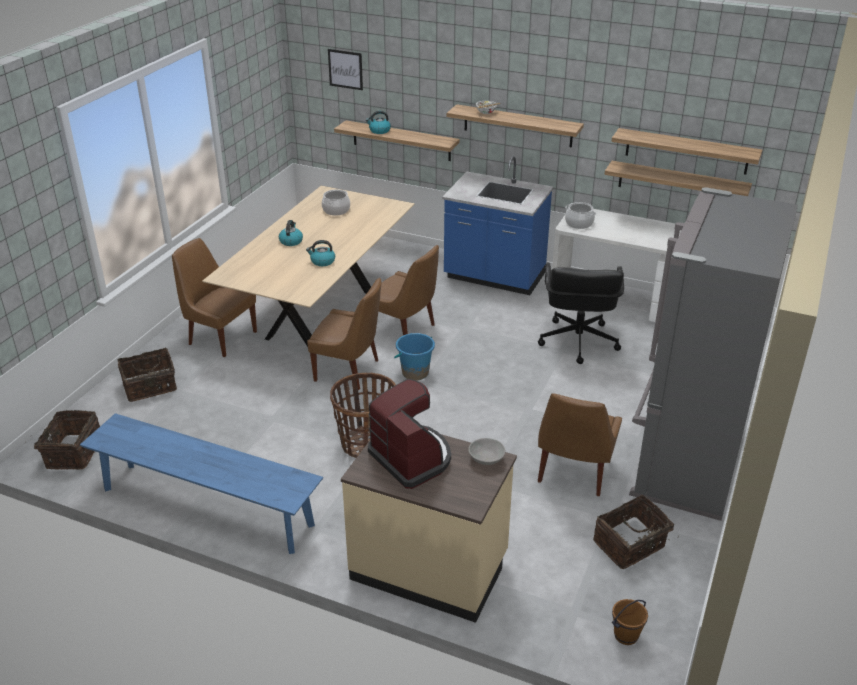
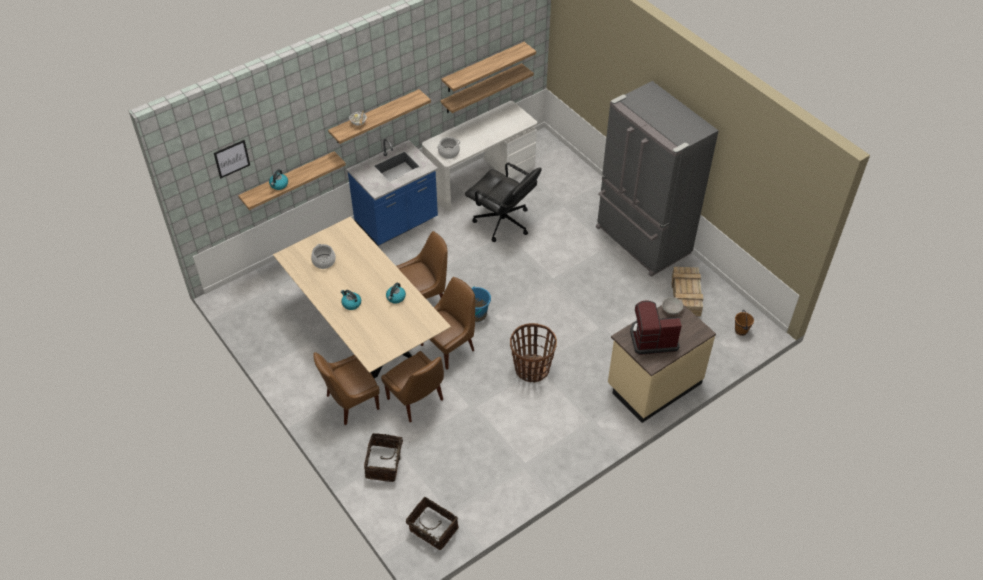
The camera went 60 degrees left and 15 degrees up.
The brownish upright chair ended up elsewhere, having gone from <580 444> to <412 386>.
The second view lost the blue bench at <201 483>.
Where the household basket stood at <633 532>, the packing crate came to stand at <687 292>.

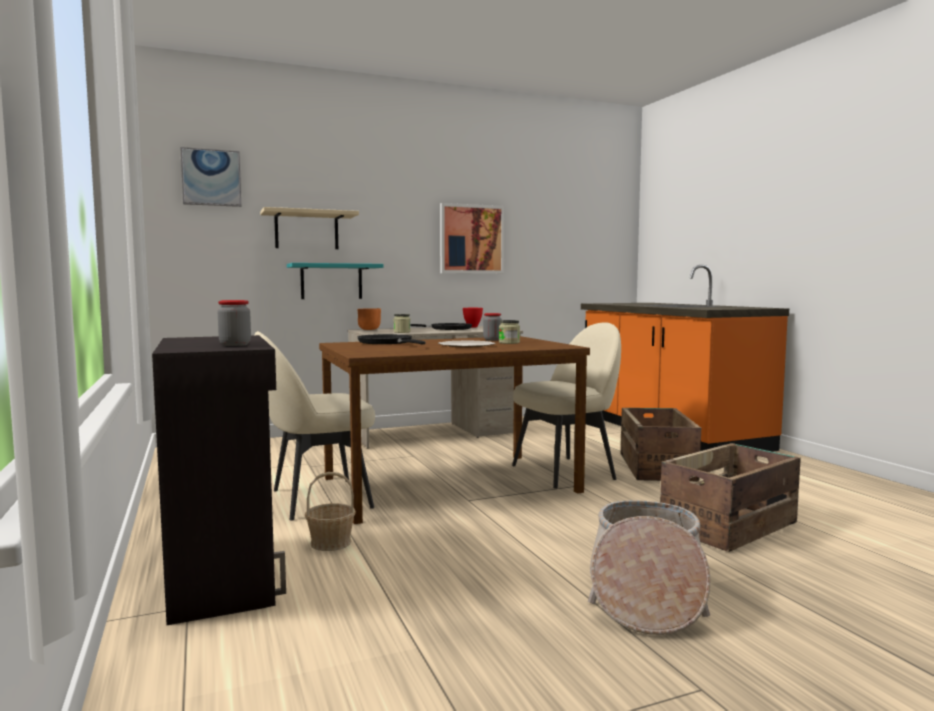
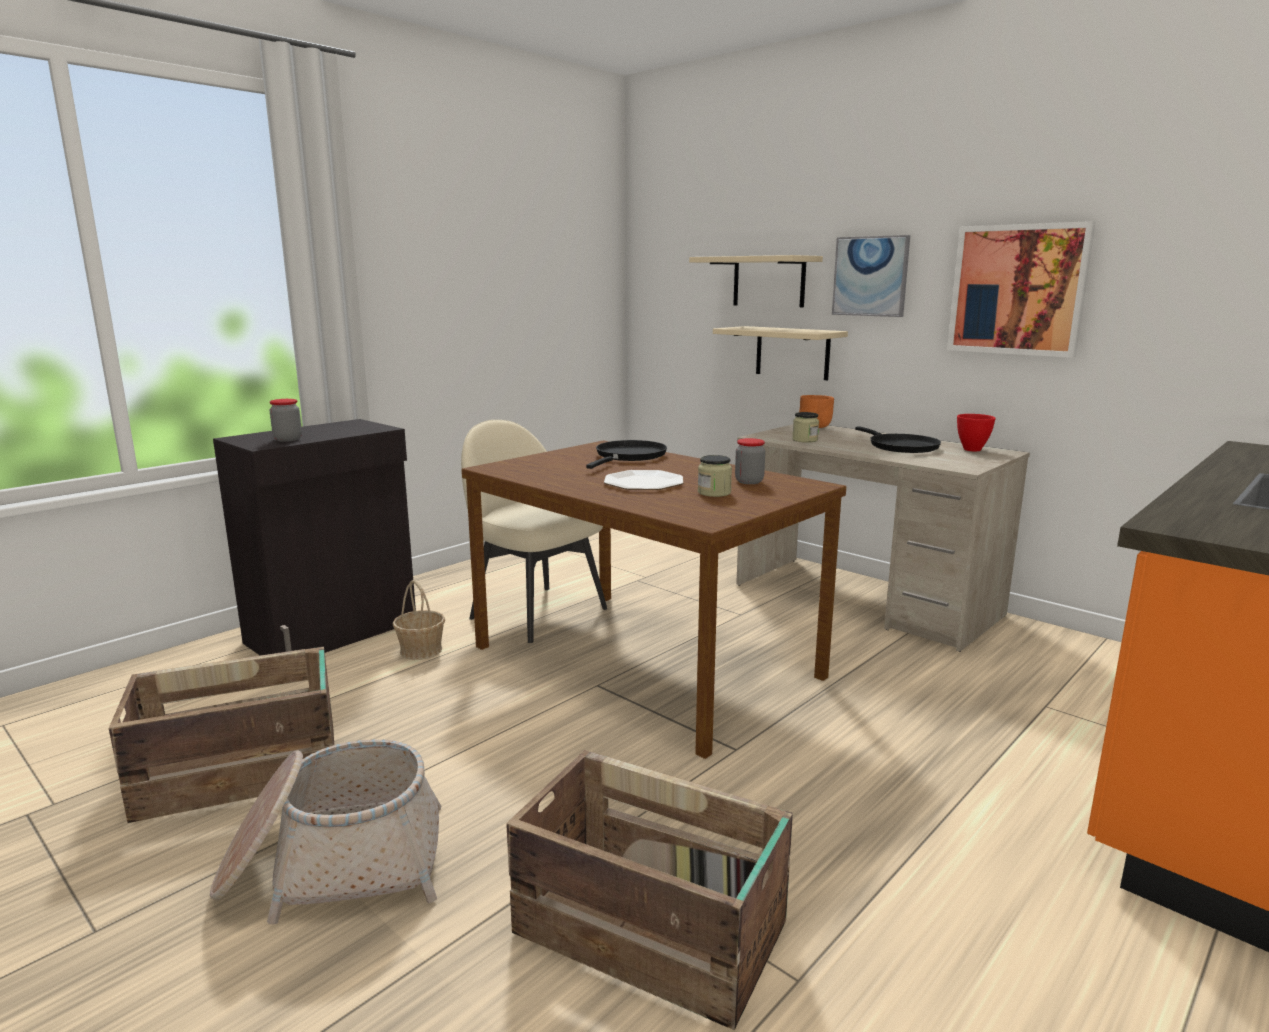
The camera went 65 degrees right and 10 degrees up.
The wall picture ended up elsewhere, having gone from <210 177> to <871 276>.
What was the turquoise-coloured bracket shelf at <335 281> turned into the sand-coloured bracket shelf at <780 353>.
The second view lost the sand-coloured upright chair at <566 405>.
The packing crate ended up elsewhere, having gone from <661 444> to <221 735>.

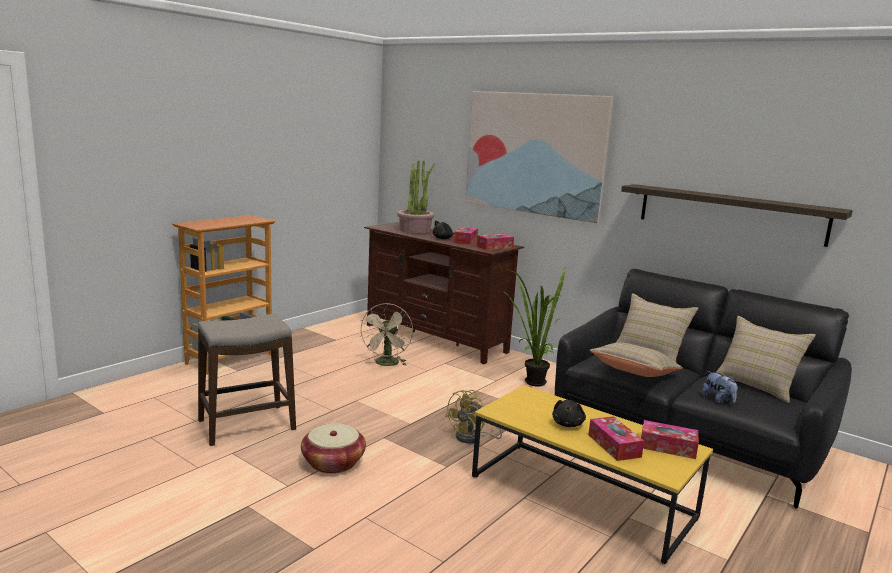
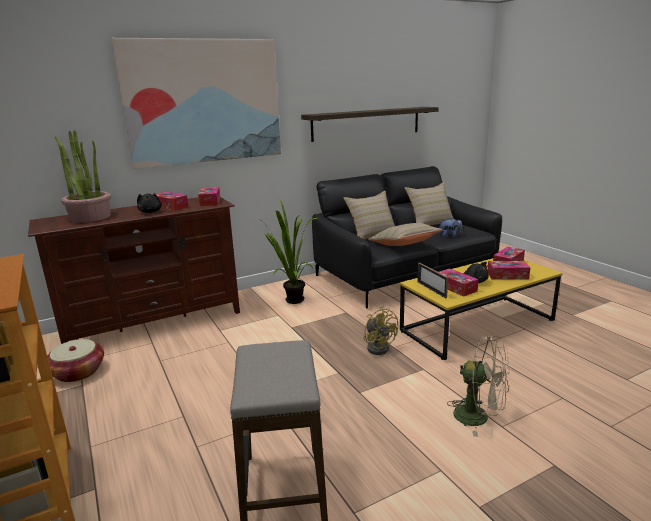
The camera went 65 degrees left and 5 degrees up.
The sand-coloured cooling fan ended up elsewhere, having gone from <386 334> to <478 386>.
The household basket ended up elsewhere, having gone from <333 448> to <75 360>.
The second view gained the picture frame at <432 280>.
The second view gained the box of tissues at <459 282>.

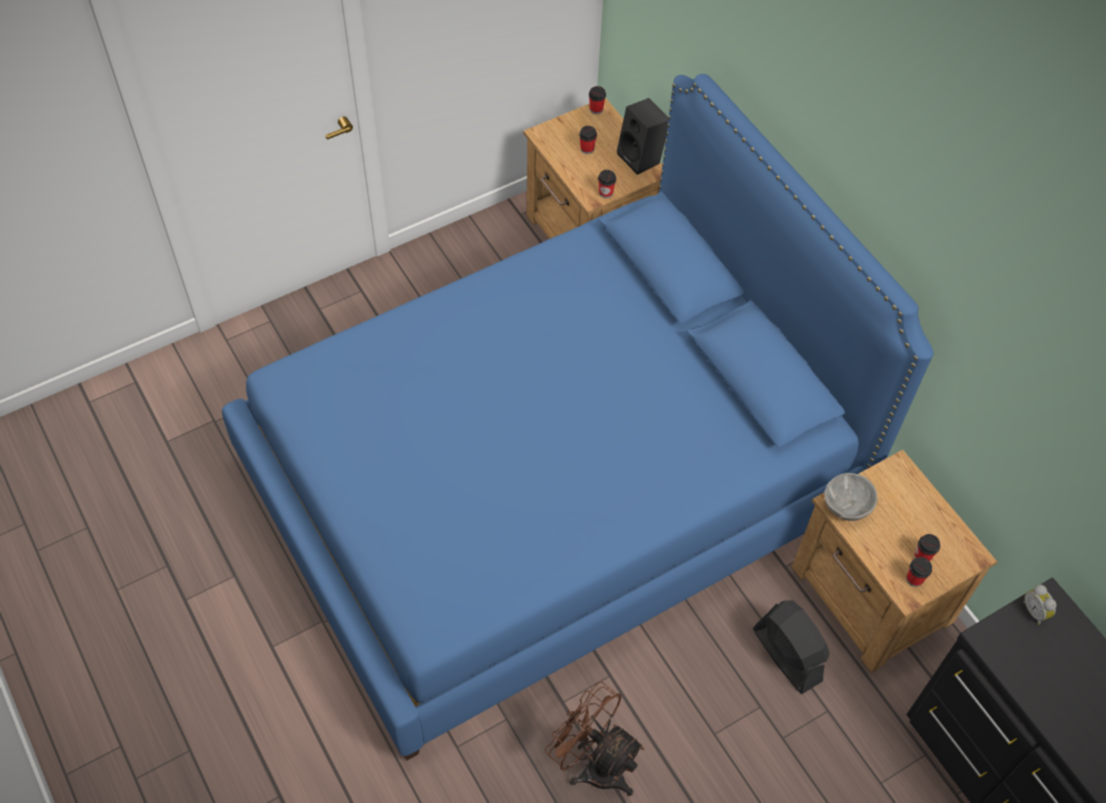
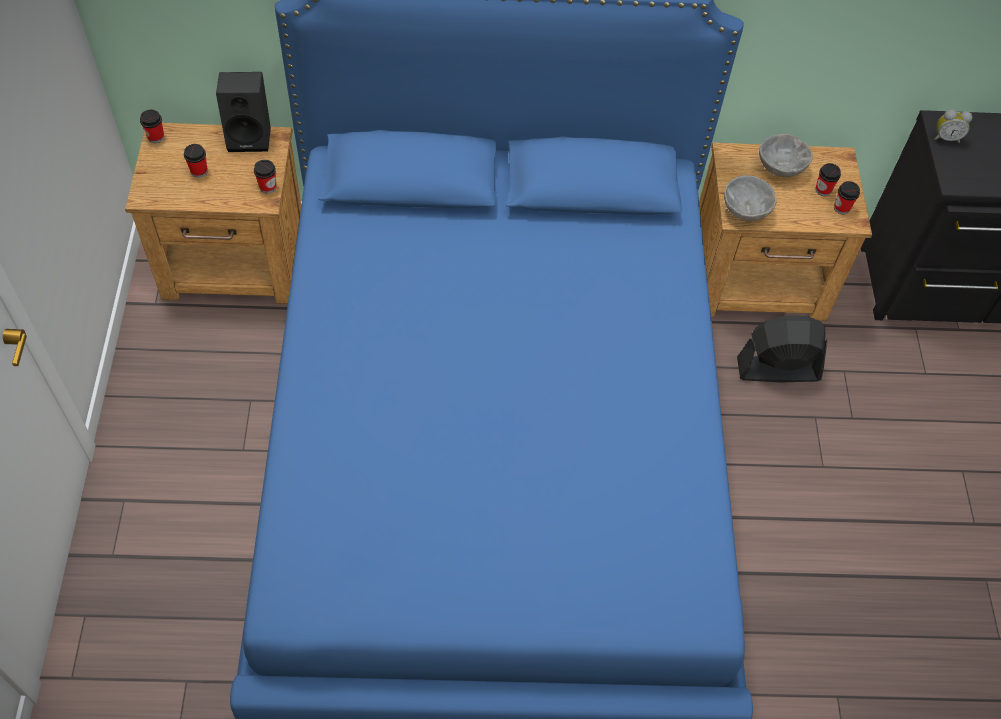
The camera went 60 degrees left and 0 degrees up.
The second view lost the brownish cooling fan at <594 738>.
The second view gained the gray bowl at <786 155>.

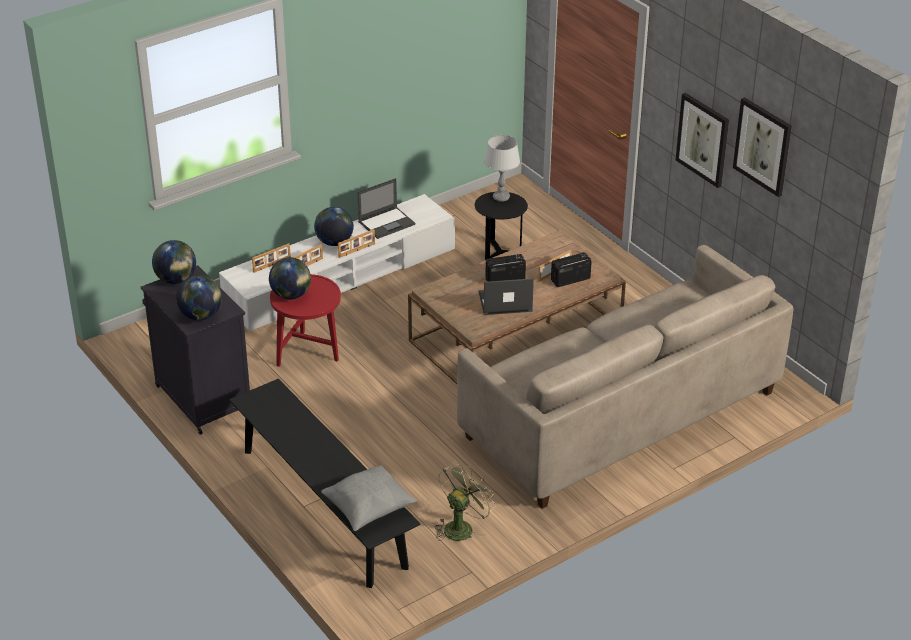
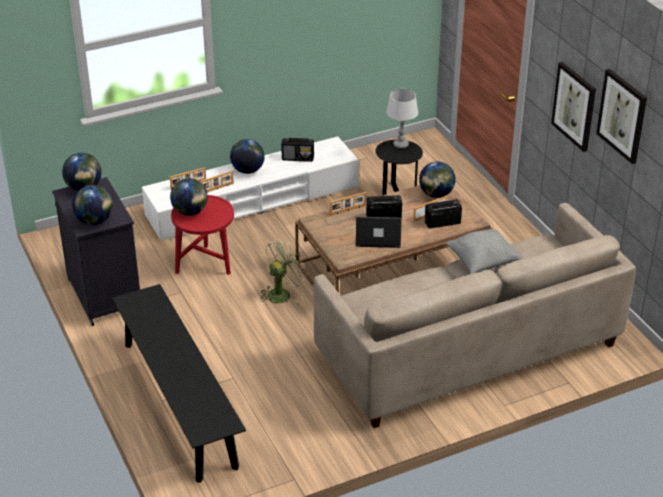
The camera went 10 degrees right and 0 degrees up.
Where the notebook computer stood at <386 208>, the radio came to stand at <297 150>.
The picture frame ended up elsewhere, having gone from <356 243> to <348 204>.
The green-coloured cooling fan ended up elsewhere, having gone from <465 501> to <283 271>.
The gray cushion ended up elsewhere, having gone from <369 498> to <484 251>.
The second view gained the desk globe at <437 179>.

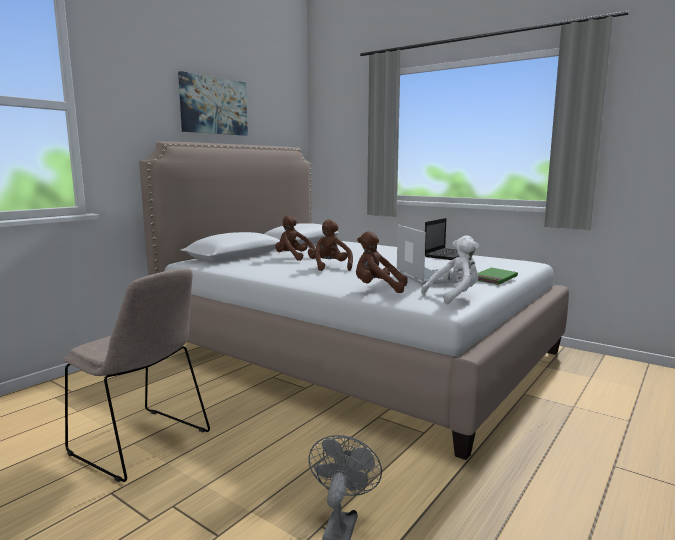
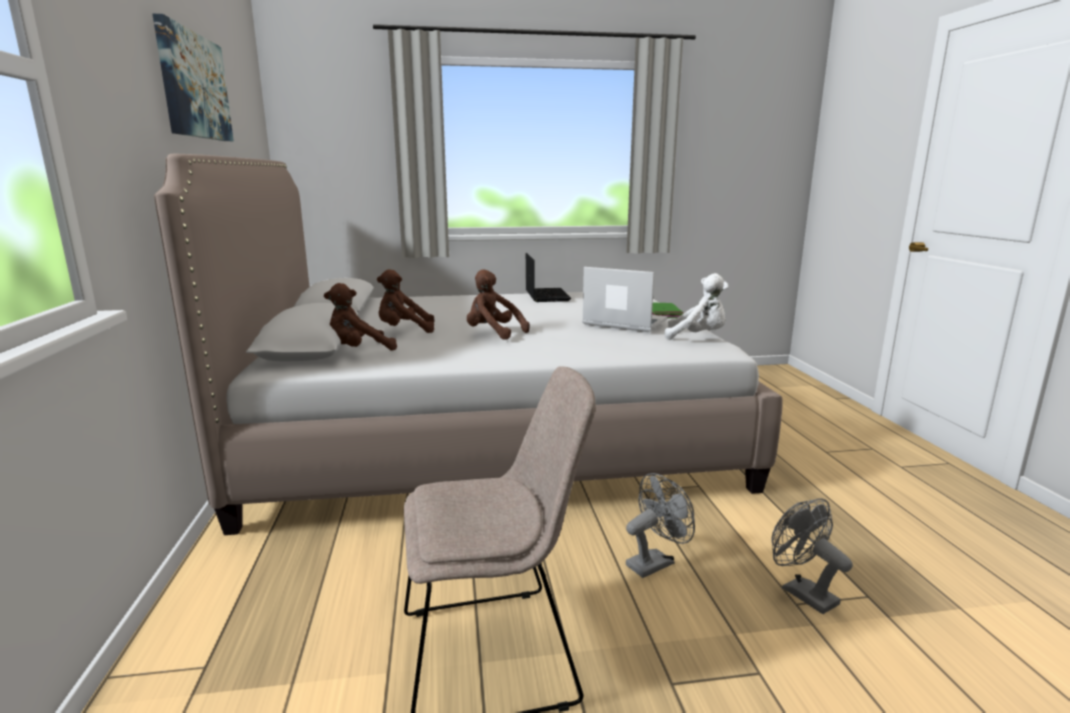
The camera went 45 degrees left and 5 degrees up.
The brownish cuddly toy ended up elsewhere, having gone from <382 262> to <360 317>.
The white cuddly toy at <450 270> ended up facing another way, 90 degrees clockwise from before.
The second view gained the gray cooling fan at <660 525>.

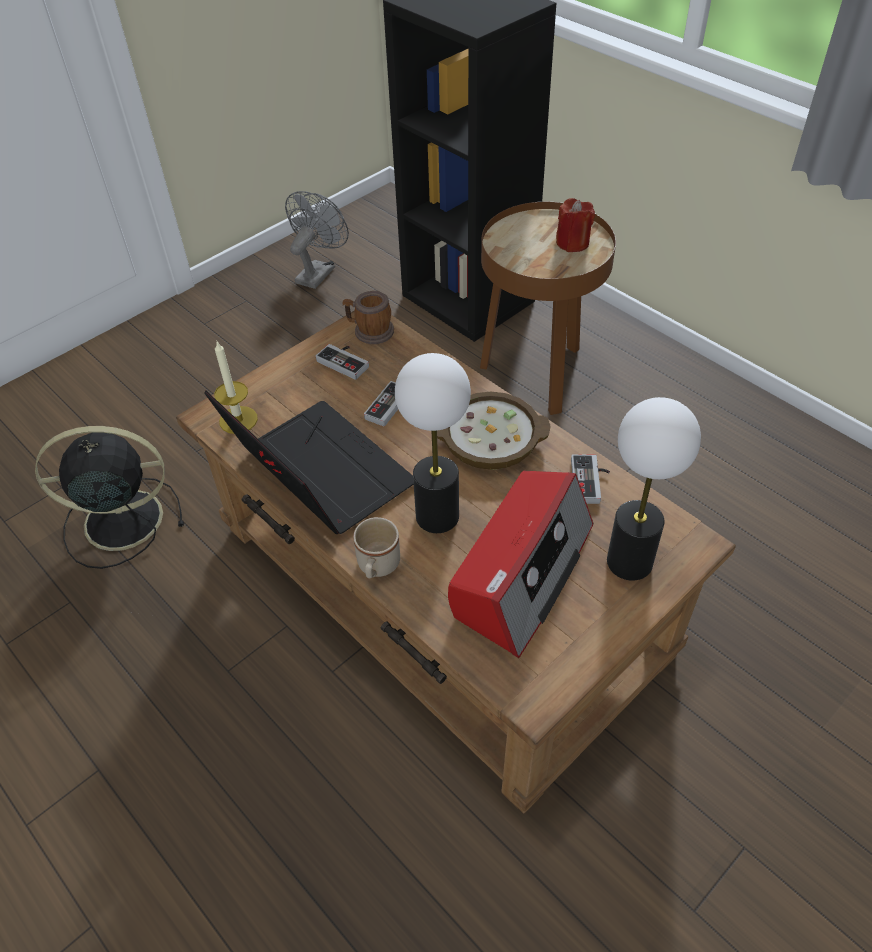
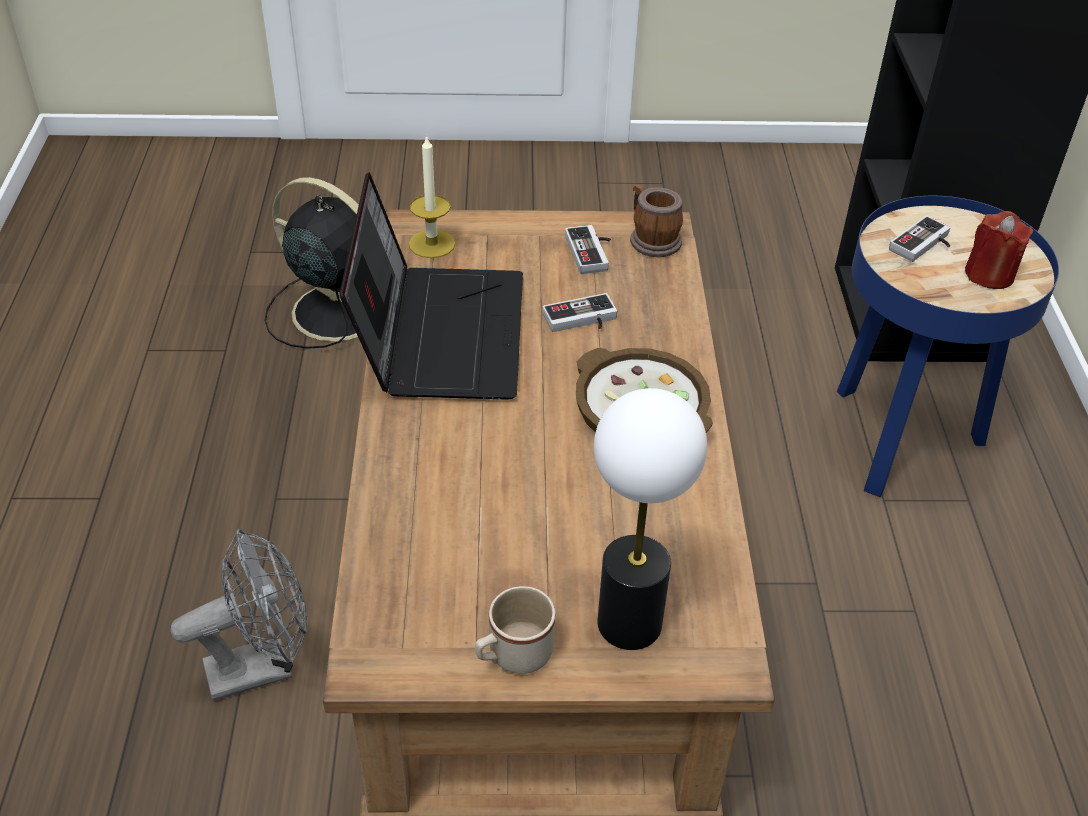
The camera went 40 degrees right and 5 degrees down.
The gray cooling fan ended up elsewhere, having gone from <317 240> to <239 615>.
What was the brownish side table at <548 308> turned into the blue side table at <948 346>.
The second view lost the table lamp at <433 443>.
The gamepad ended up elsewhere, having gone from <590 479> to <919 239>.
The second view lost the radio at <520 564>.
The sand-coloured coffee mug ended up elsewhere, having gone from <376 547> to <515 630>.

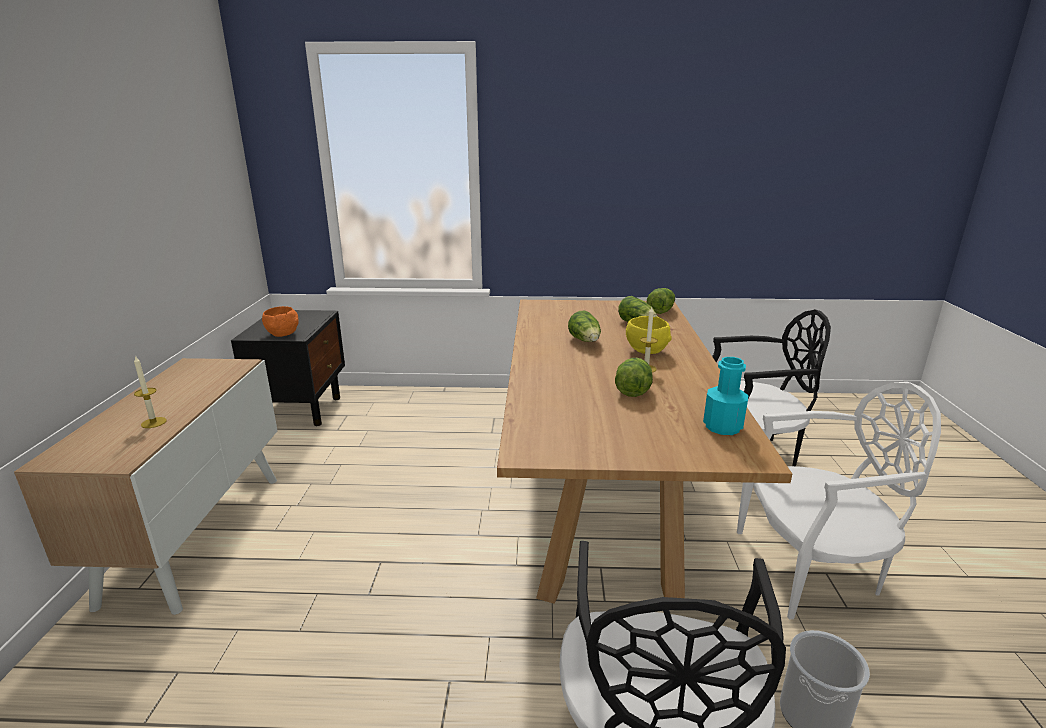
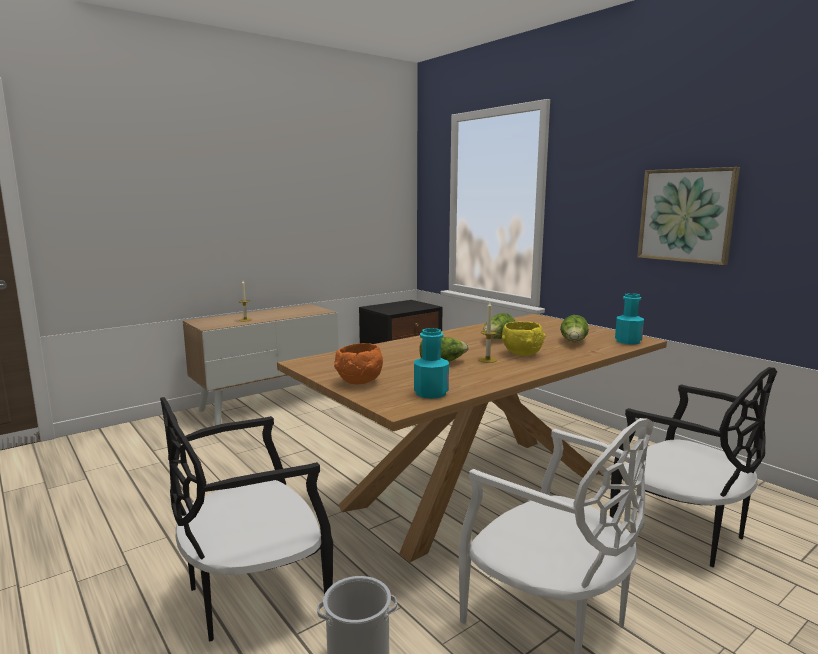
The camera went 50 degrees right and 10 degrees down.
Where the lettuce head stood at <661 301>, the turquoise-coloured drink bottle came to stand at <629 318>.
The orangey bowl ended up elsewhere, having gone from <280 321> to <358 363>.
The second view gained the wall picture at <688 216>.

